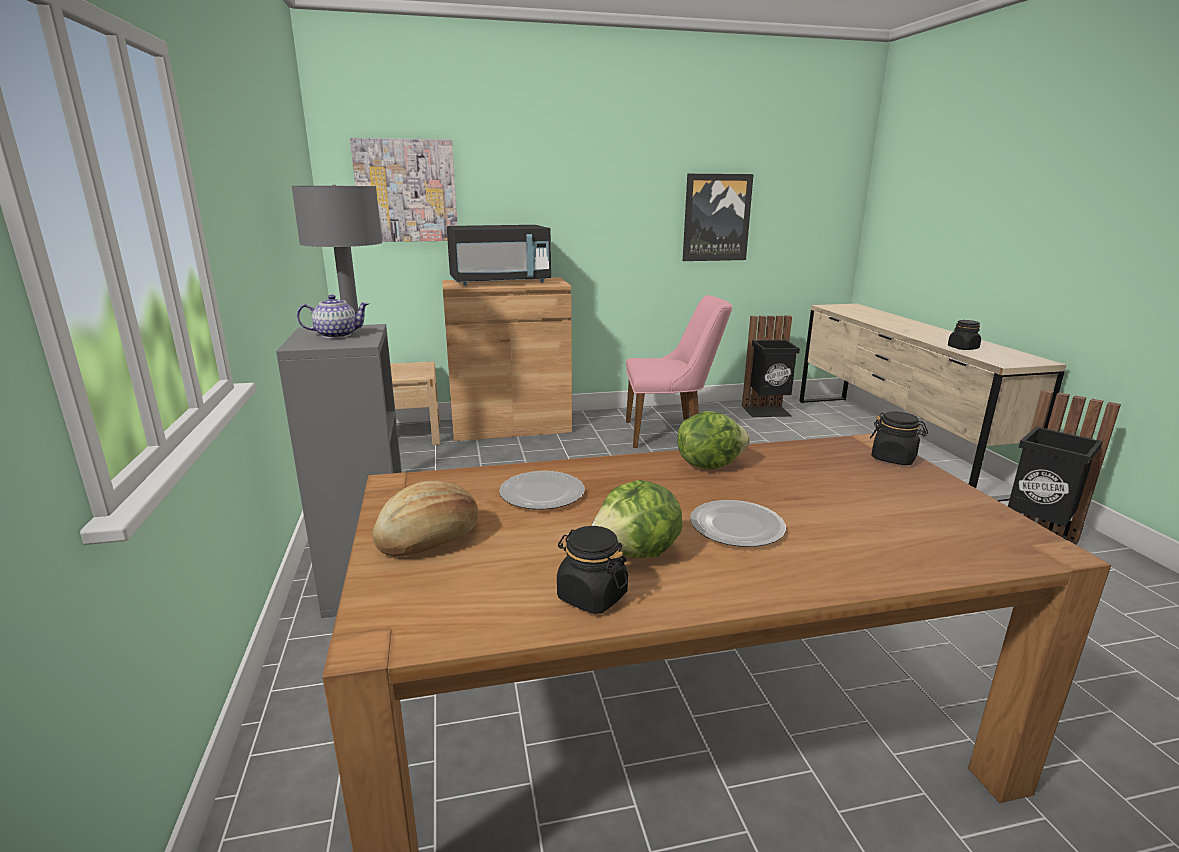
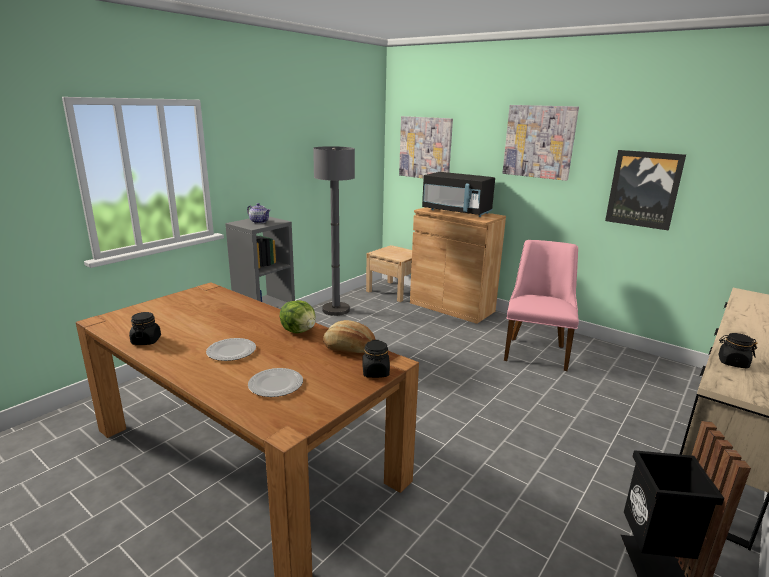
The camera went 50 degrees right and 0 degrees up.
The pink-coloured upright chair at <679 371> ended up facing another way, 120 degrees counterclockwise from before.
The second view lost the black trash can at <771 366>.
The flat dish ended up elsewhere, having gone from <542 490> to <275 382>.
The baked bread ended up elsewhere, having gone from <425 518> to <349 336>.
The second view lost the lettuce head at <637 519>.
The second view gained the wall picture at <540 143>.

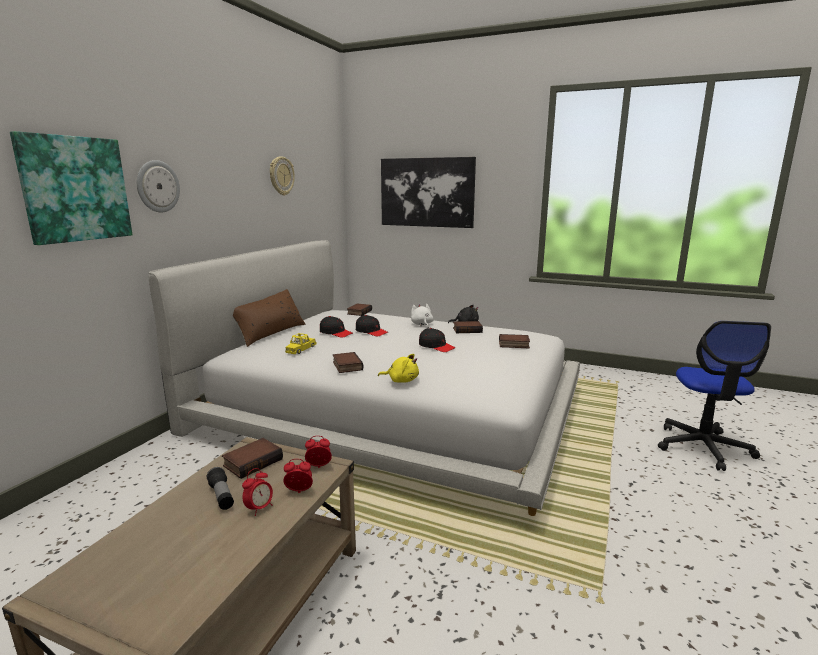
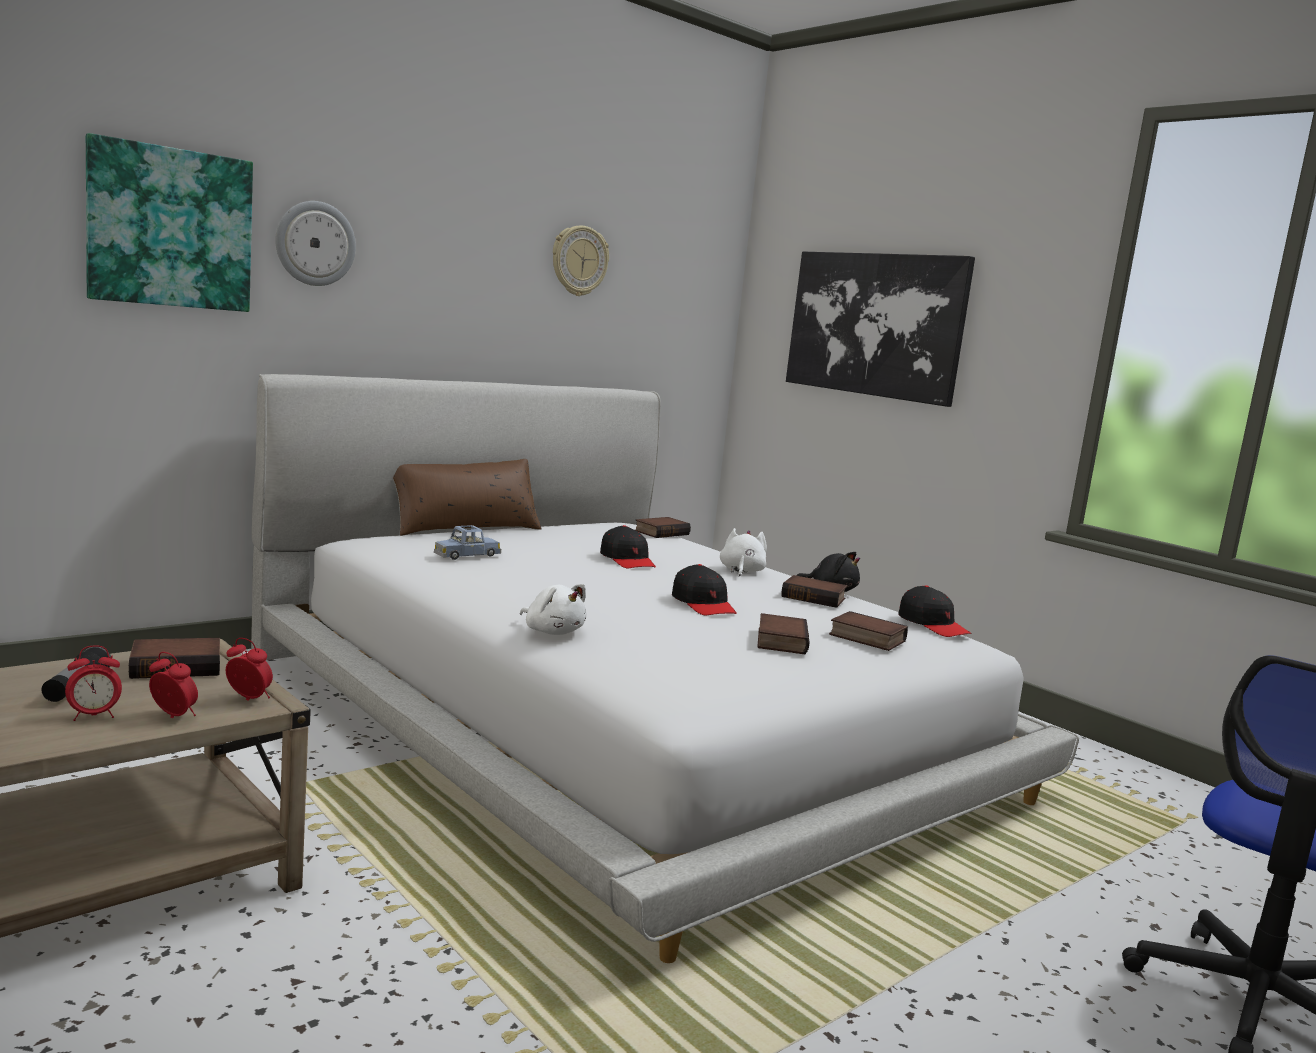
The camera went 25 degrees right and 5 degrees down.
The black peaked cap ended up elsewhere, having gone from <336 326> to <935 611>.
What was the yellowish toy car at <301 343> turned into the blue toy car at <467 542>.
The bound book ended up elsewhere, having gone from <348 362> to <783 634>.
What was the yellowish cuddly toy at <398 368> turned into the white cuddly toy at <553 609>.

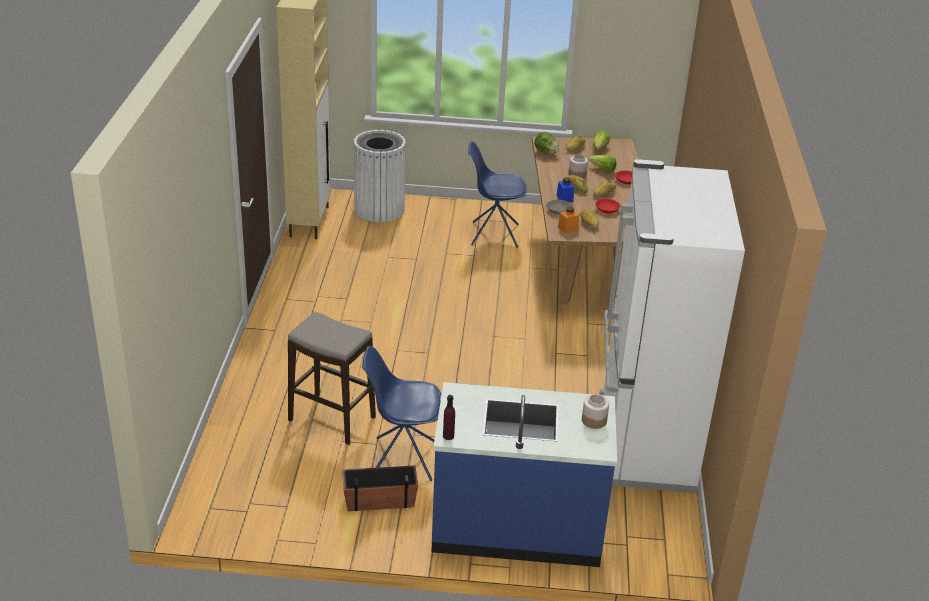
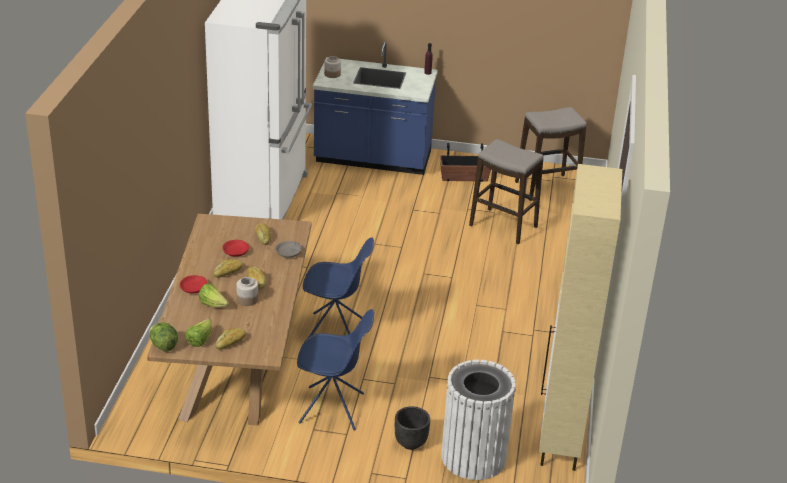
The camera went 175 degrees left and 0 degrees up.
The lettuce head ended up elsewhere, having gone from <546 143> to <163 337>.
The second view lost the blue jar at <565 189>.
The second view lost the orangey jar at <568 220>.
The blue upright chair ended up elsewhere, having gone from <401 413> to <338 286>.
The second view gained the stool at <550 154>.
The second view gained the black planter at <412 428>.

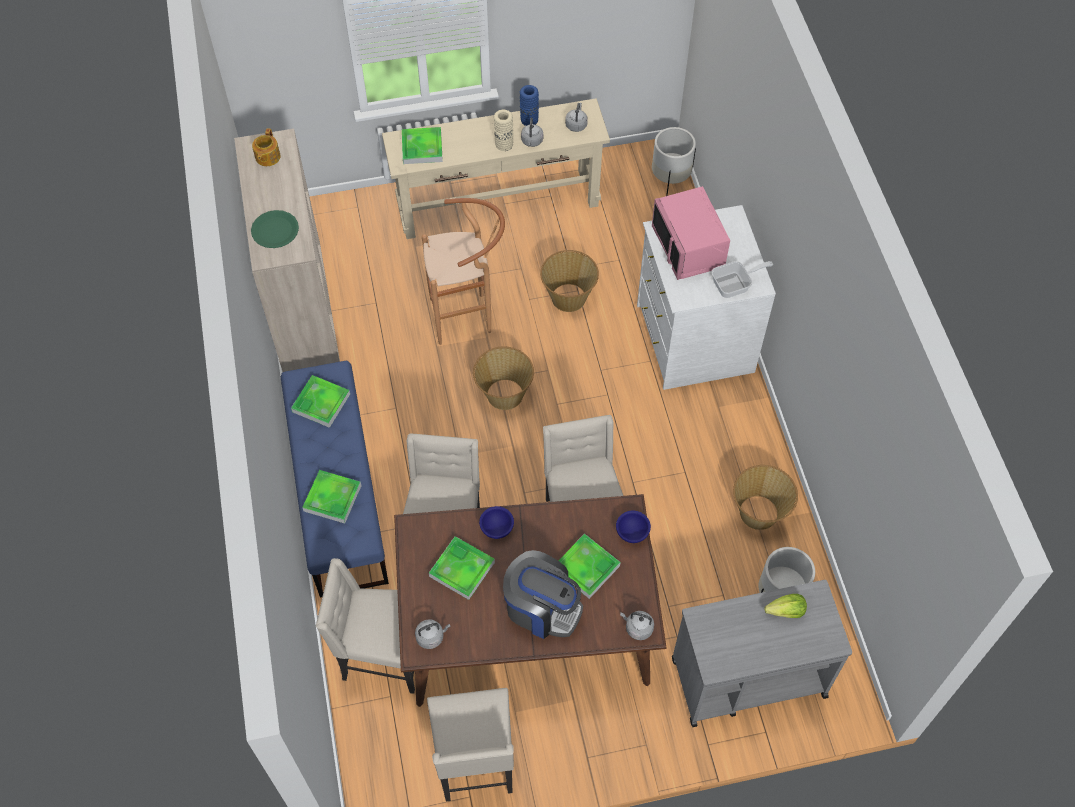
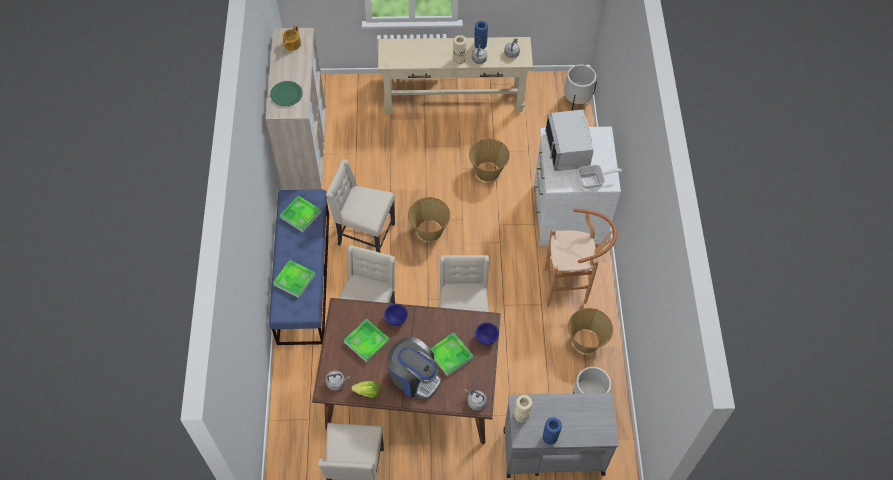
The camera went 10 degrees right and 0 degrees up.
The second view lost the carrying tray at <422 145>.
What was the pink-coloured microwave oven at <691 233> turned into the gray microwave oven at <569 140>.
The brownish stool ended up elsewhere, having gone from <463 271> to <581 257>.
The sand-coloured upright chair ended up elsewhere, having gone from <365 626> to <360 206>.
The lettuce head ended up elsewhere, having gone from <785 606> to <365 389>.
The second view gained the sand-coloured vase at <523 409>.
The second view gained the blue vase at <552 431>.

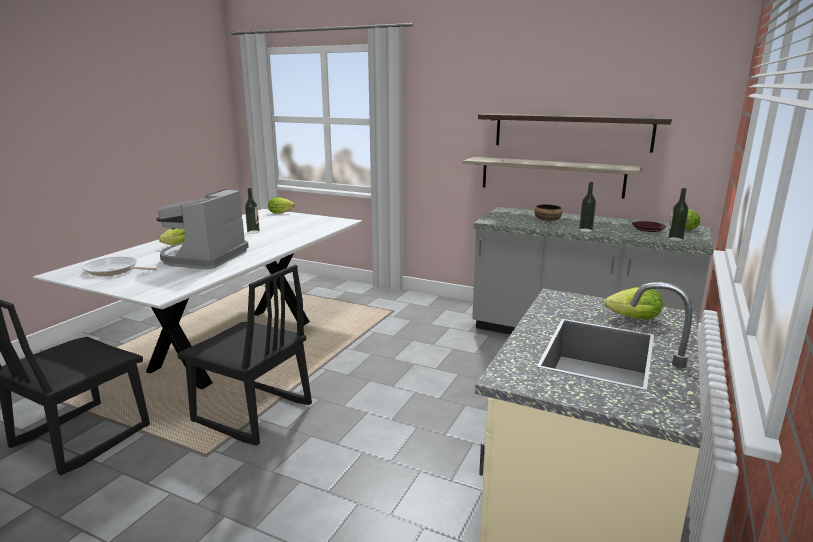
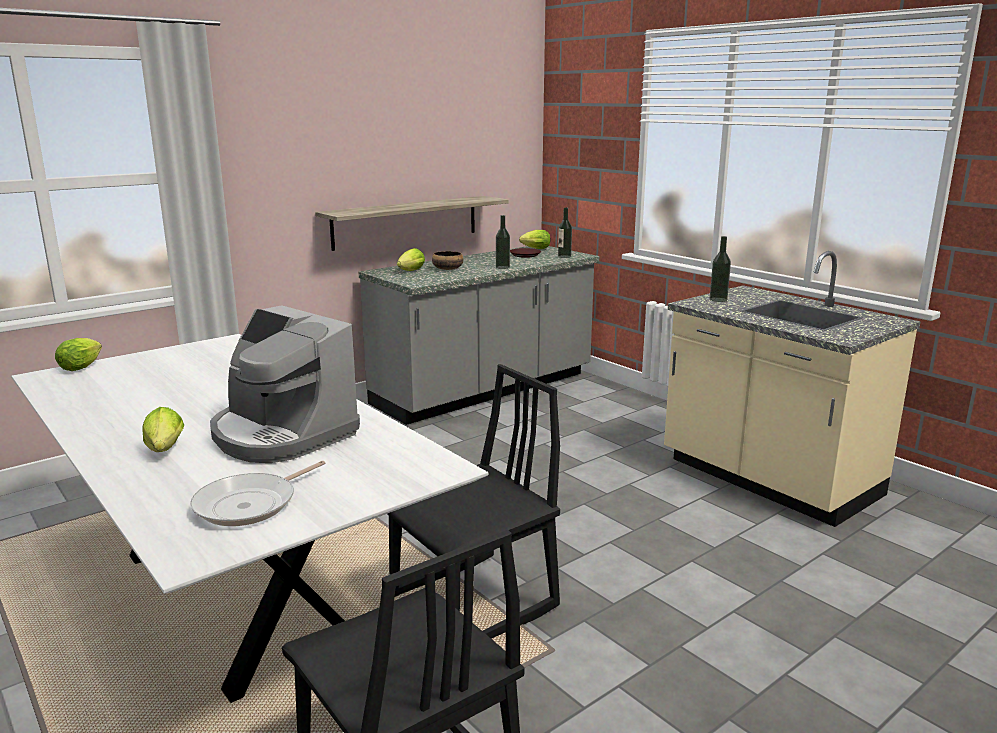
The camera went 65 degrees left and 0 degrees up.
The second view lost the bracket shelf at <575 133>.
The drink bottle ended up elsewhere, having gone from <252 211> to <720 269>.
The lettuce head ended up elsewhere, having gone from <634 303> to <411 259>.

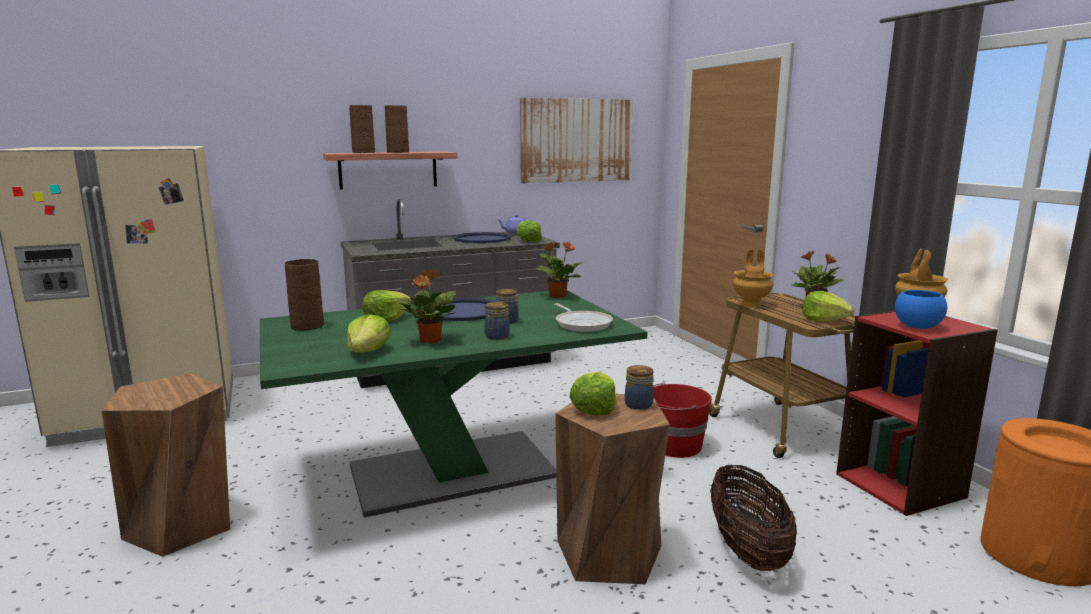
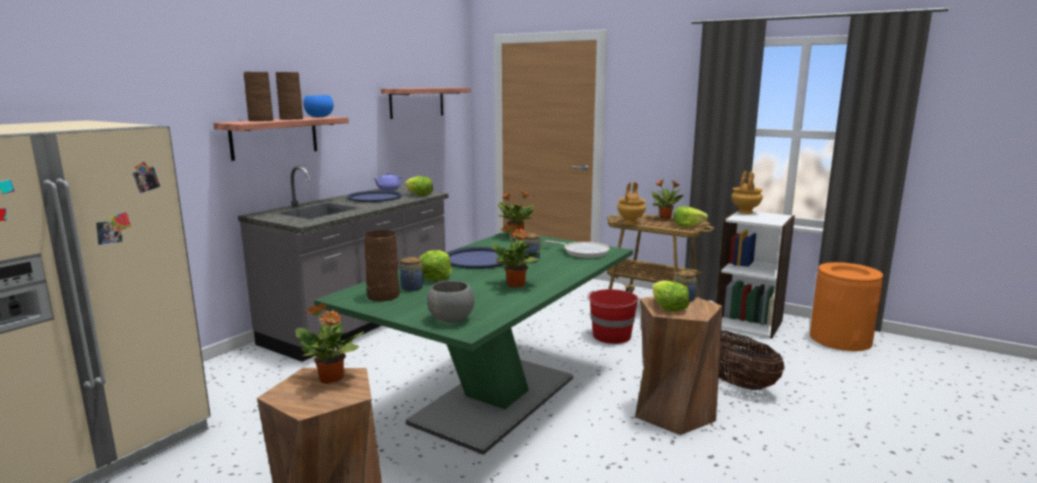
The camera went 35 degrees left and 0 degrees up.
Where the wall picture hung at <576 140>, the bracket shelf came to hang at <426 103>.
The blue bowl ended up elsewhere, having gone from <921 309> to <318 106>.
The jar ended up elsewhere, having gone from <497 321> to <411 274>.
What was the reddish bookcase at <917 413> turned into the white bookcase at <755 274>.
The second view lost the lettuce head at <369 333>.
The second view gained the gray bowl at <451 301>.
The second view gained the potted plant at <330 343>.

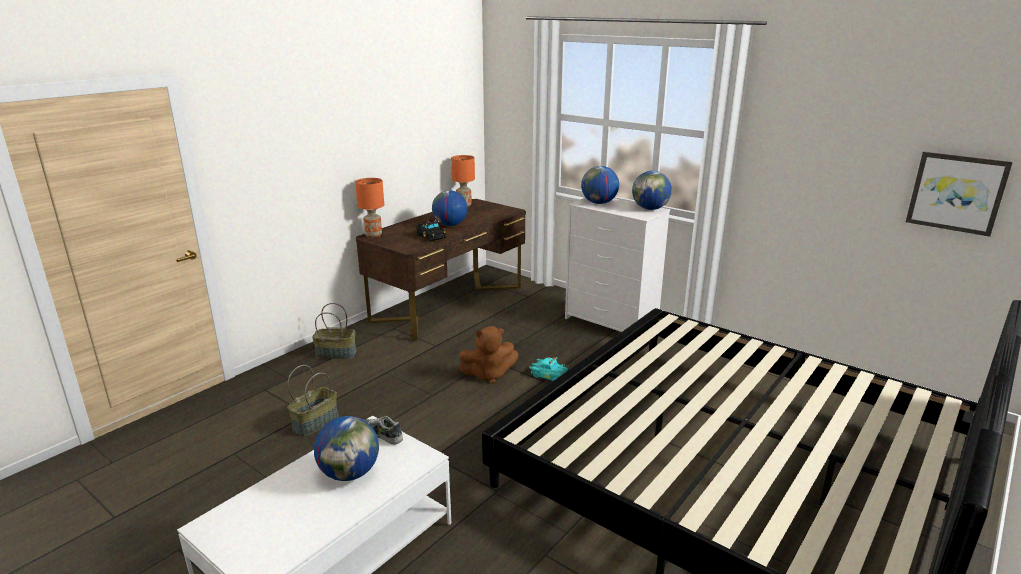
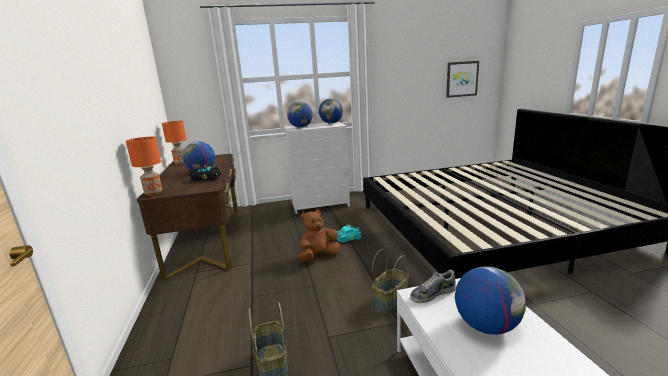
The camera went 50 degrees left and 5 degrees down.
The household basket ended up elsewhere, having gone from <334 331> to <390 281>.
The brownish cuddly toy at <488 355> ended up facing another way, 150 degrees counterclockwise from before.

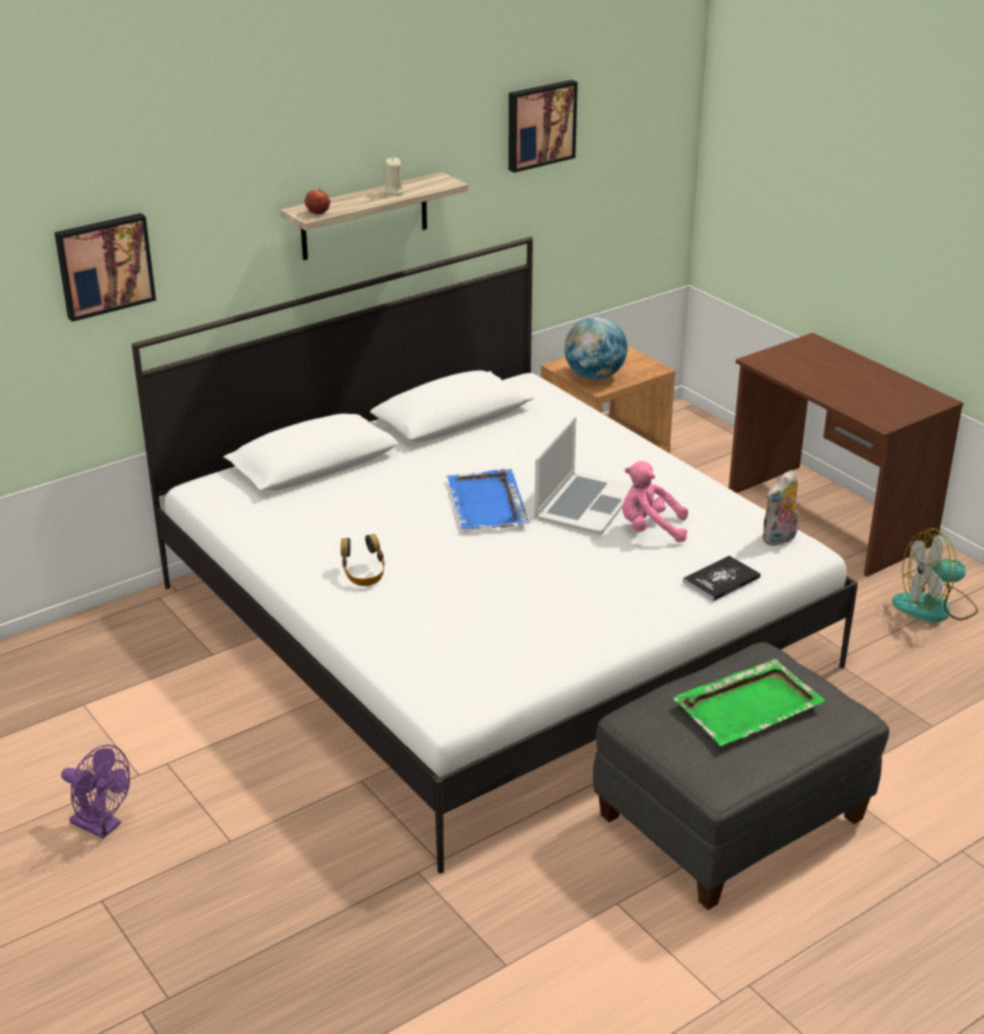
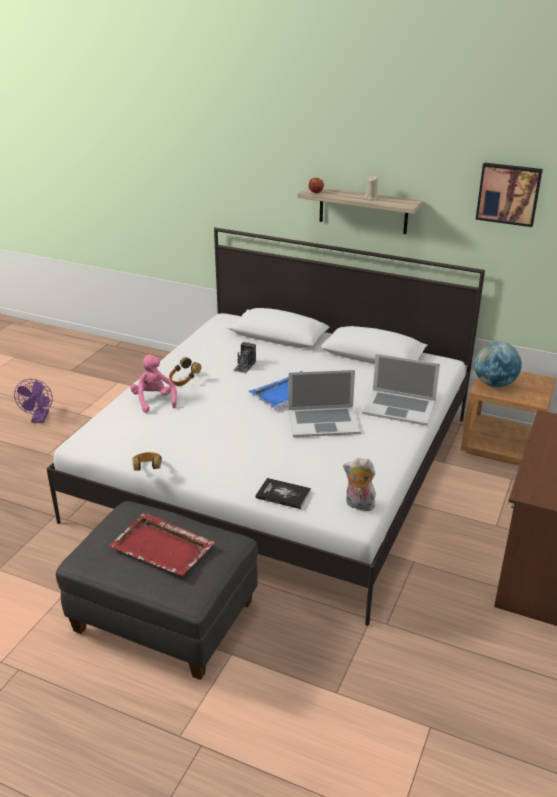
The camera went 60 degrees right and 0 degrees up.
The second view lost the wall picture at <105 267>.
The pink-coloured cuddly toy ended up elsewhere, having gone from <655 501> to <153 383>.
The second view lost the cooling fan at <935 575>.
What was the green-coloured carrying tray at <749 702> turned into the reddish carrying tray at <162 544>.
The second view gained the still camera at <244 357>.
The second view gained the notebook computer at <401 390>.
The second view gained the headset at <147 461>.

